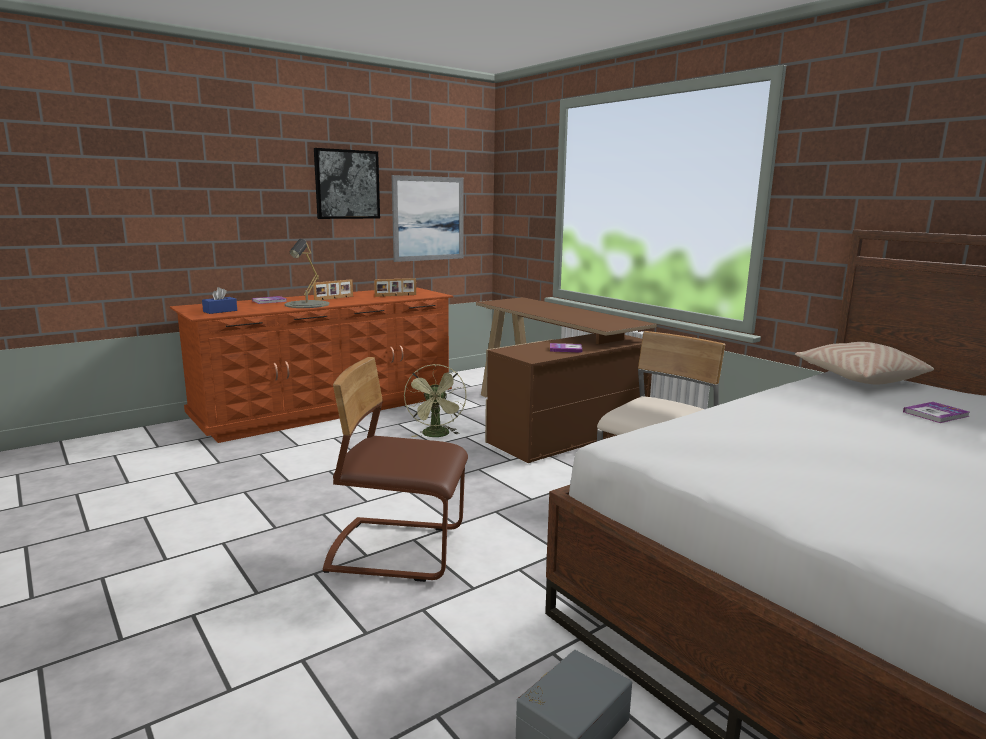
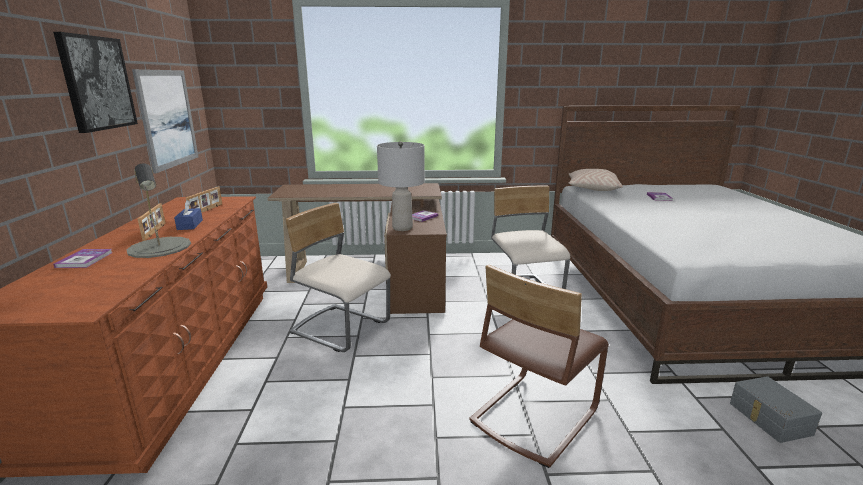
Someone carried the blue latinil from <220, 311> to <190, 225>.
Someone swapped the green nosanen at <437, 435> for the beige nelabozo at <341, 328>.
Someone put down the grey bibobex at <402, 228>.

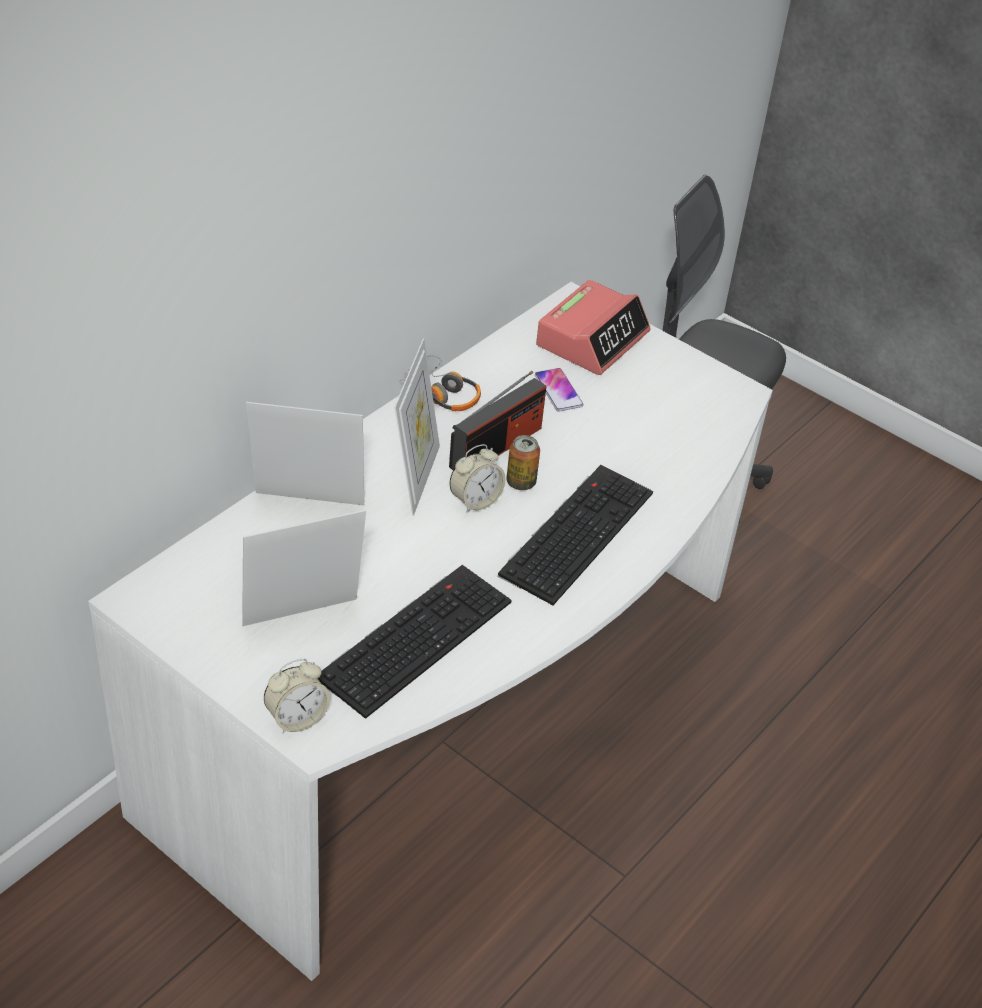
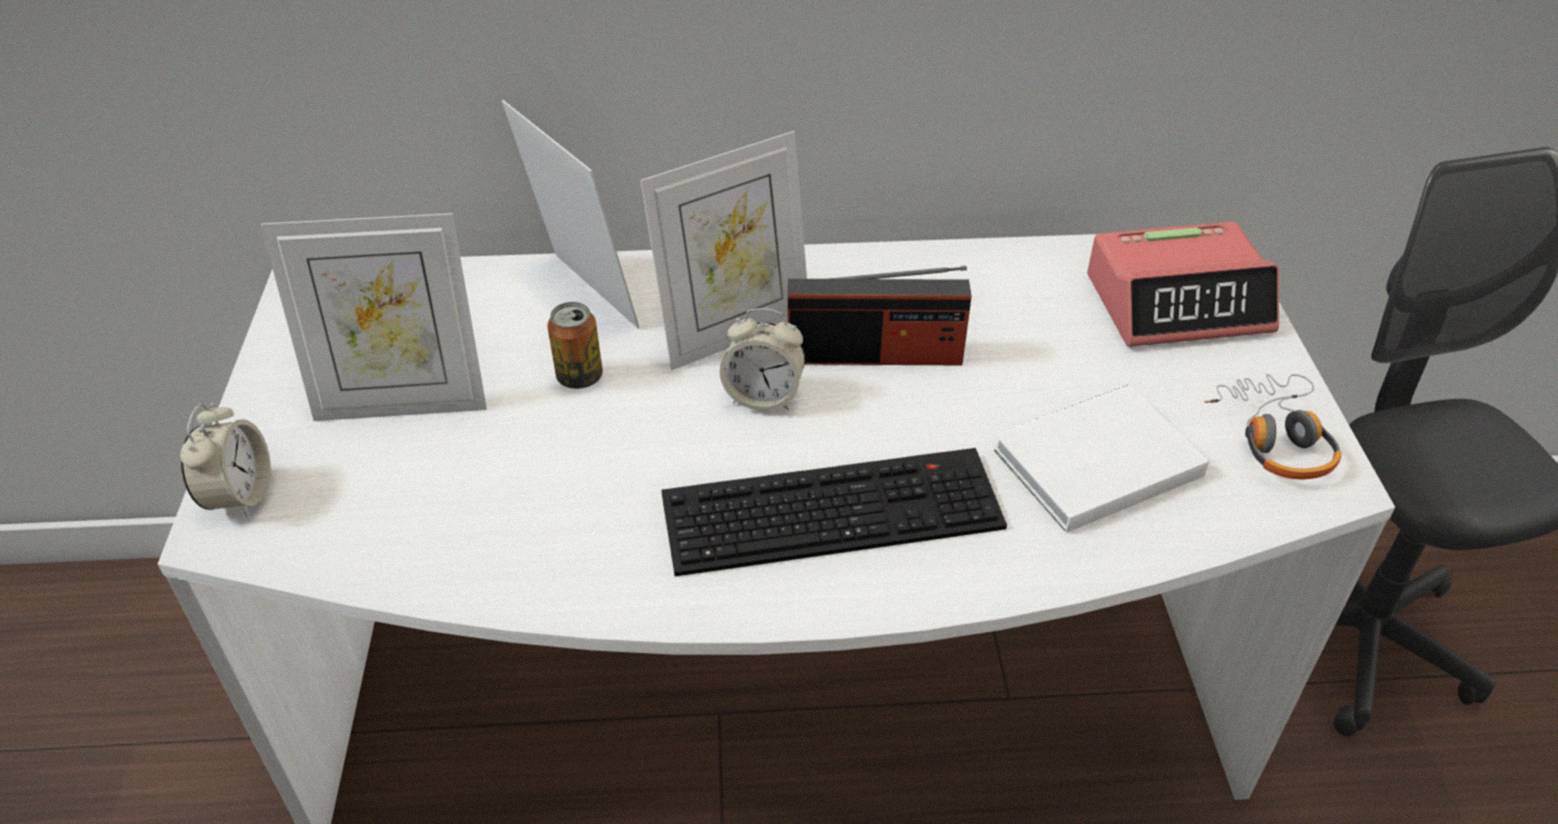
Someone rotated the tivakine at <297, 718> by 105 degrees counterclockwise.
Someone rotated the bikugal at <303, 620> by 150 degrees clockwise.
Someone carried the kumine from <521, 482> to <579, 377>.
Someone put down the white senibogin at <1091, 462>.
Someone carried the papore from <440, 394> to <1274, 437>.
Someone took away the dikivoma at <415, 637>.
Someone took away the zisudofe at <558, 391>.

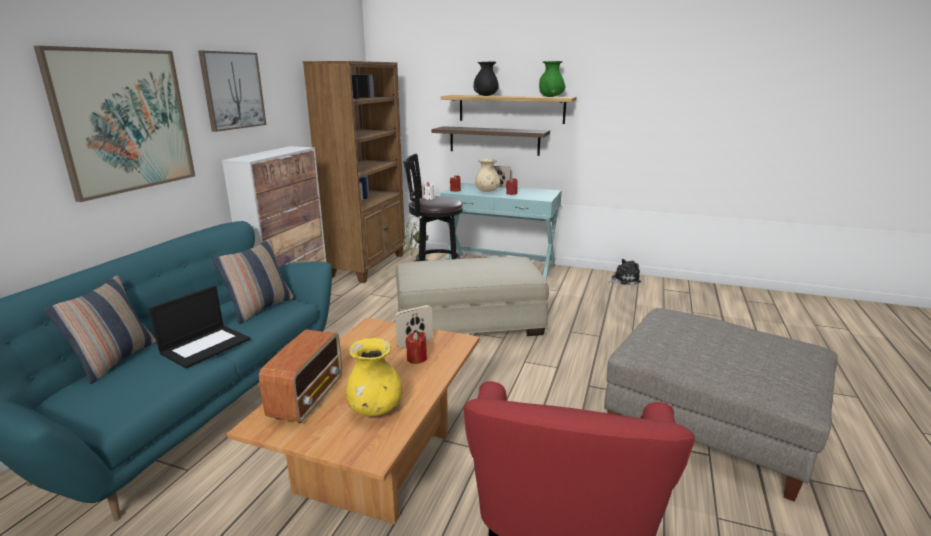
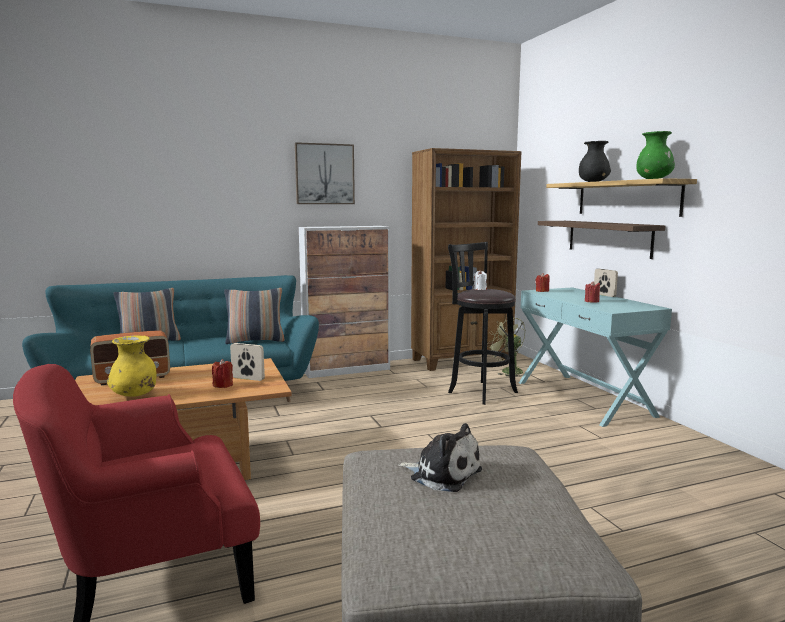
Someone carried the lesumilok from <623, 280> to <442, 474>.
Someone took away the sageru at <124, 121>.
Someone took away the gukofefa at <206, 345>.
Someone took away the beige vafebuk at <469, 322>.
Someone took away the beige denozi at <487, 191>.

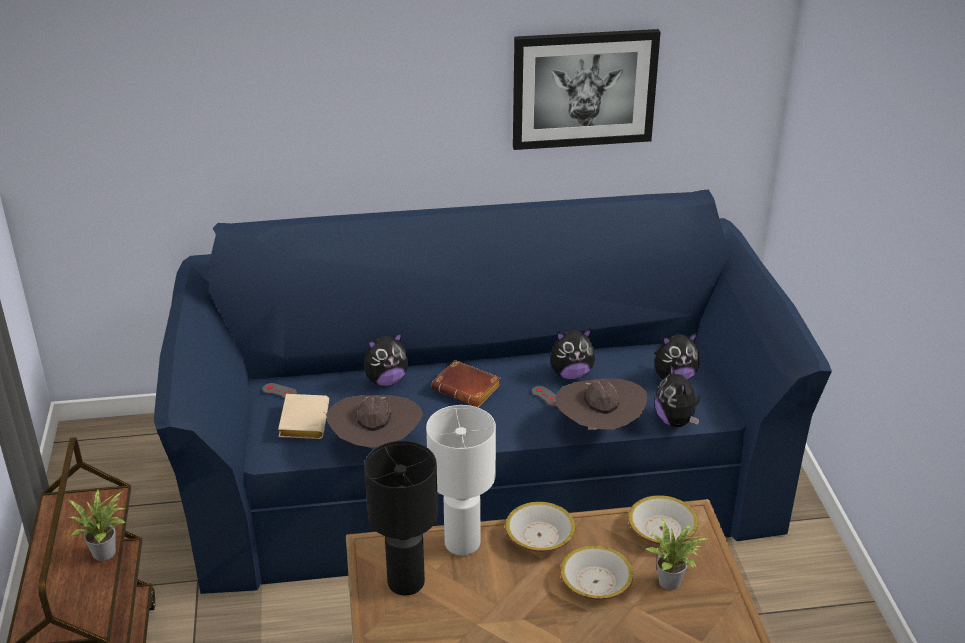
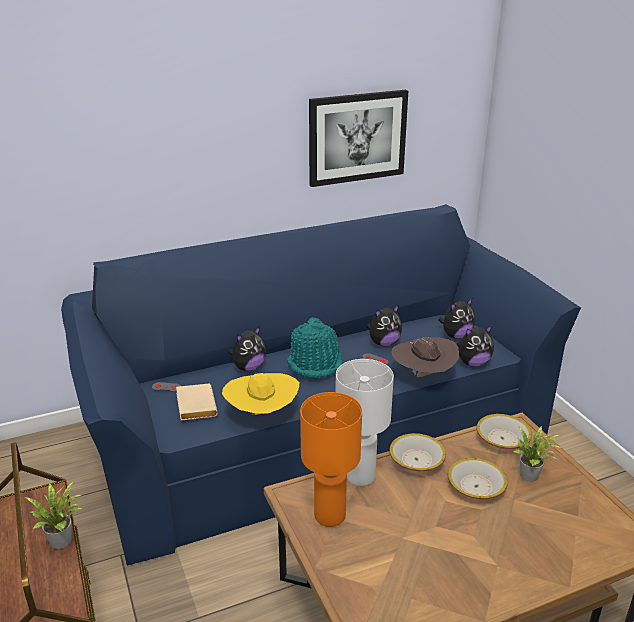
Someone repainted the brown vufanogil at <376, 445>, which became the yellow vufanogil at <262, 414>.
Someone swapped the brown senibogin at <468, 389> for the turquoise vufanogil at <315, 363>.
Someone repainted the black bibobex at <407, 583>, which became the orange bibobex at <330, 516>.
Someone rotated the lesumilok at <676, 421> by 75 degrees counterclockwise.

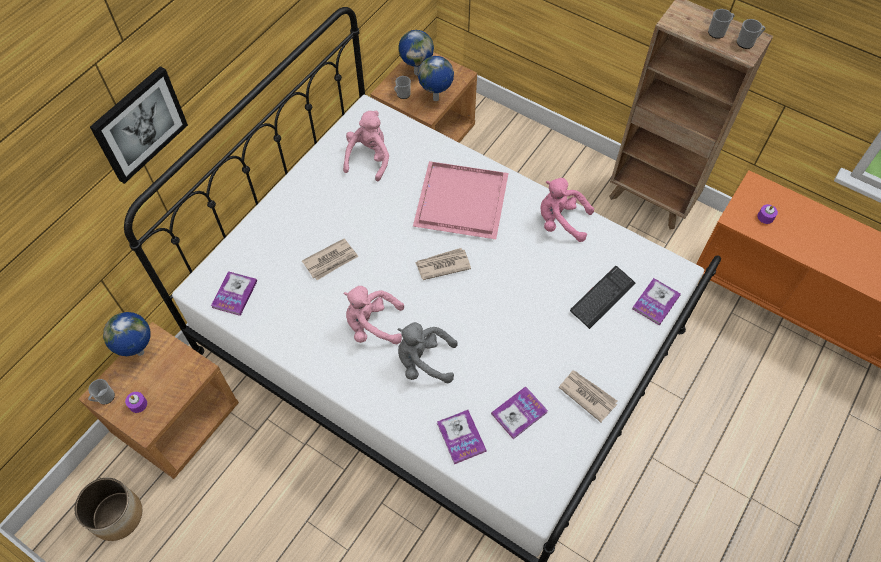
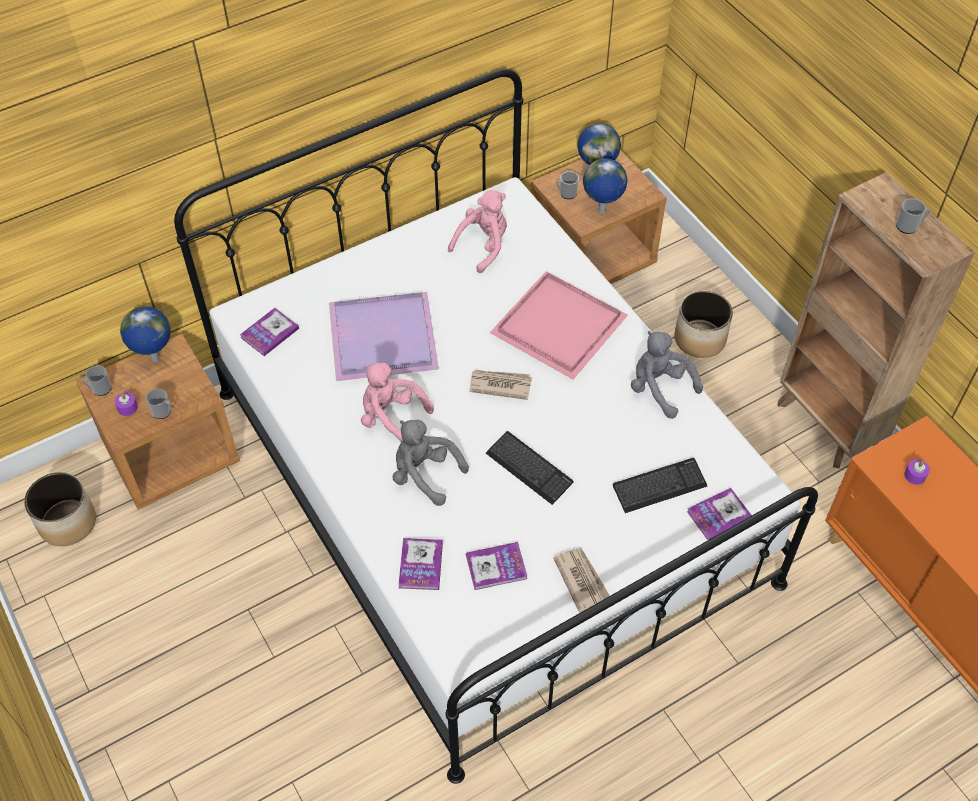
Someone carried the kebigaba from <747, 42> to <163, 412>.
Someone swapped the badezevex at <331, 260> for the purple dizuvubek at <384, 336>.
Someone put down the dikivoma at <529, 469>.
Someone repainted the pink lesumilok at <560, 221>, which became the grey lesumilok at <659, 388>.
Someone put down the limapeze at <700, 339>.
Someone took away the sageru at <139, 124>.

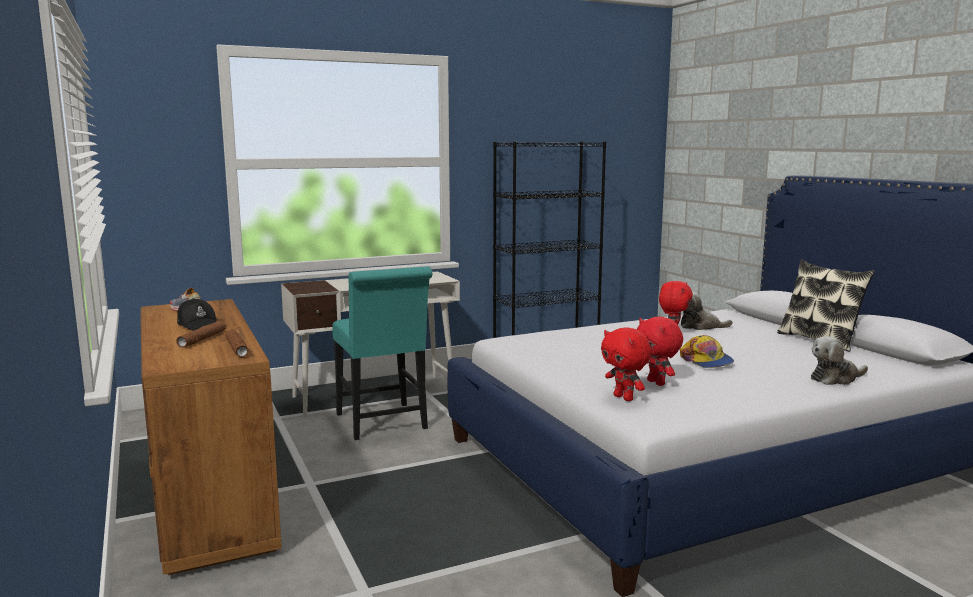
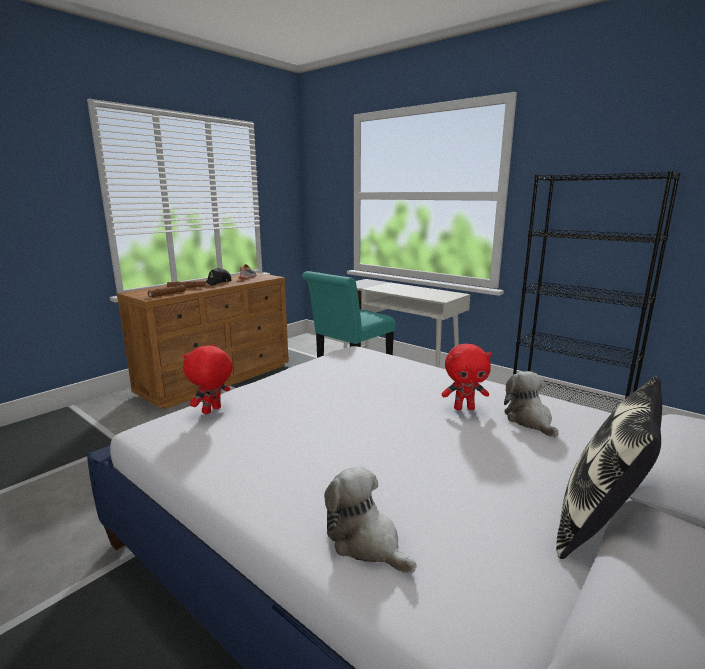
Someone took away the red lesumilok at <657, 383>.
Someone took away the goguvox at <706, 361>.

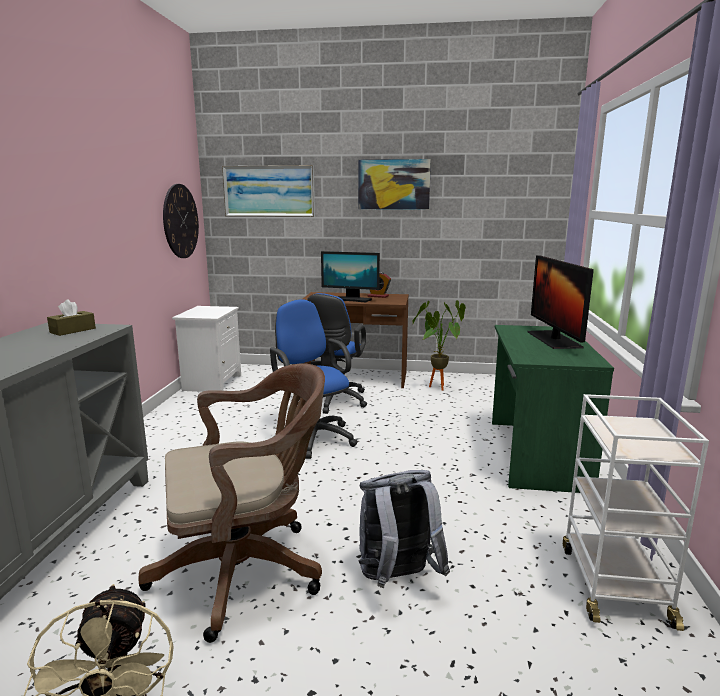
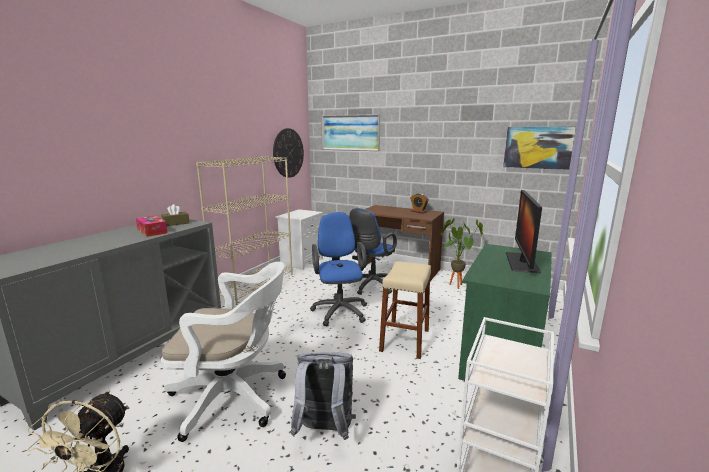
Someone put down the latinil at <152, 231>.
Someone repainted the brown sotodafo at <247, 570>, which became the white sotodafo at <235, 397>.
Someone put down the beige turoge at <255, 285>.
Someone put down the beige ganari at <405, 340>.
Someone carried the sageru from <394, 184> to <537, 147>.
Someone took away the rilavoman at <350, 299>.

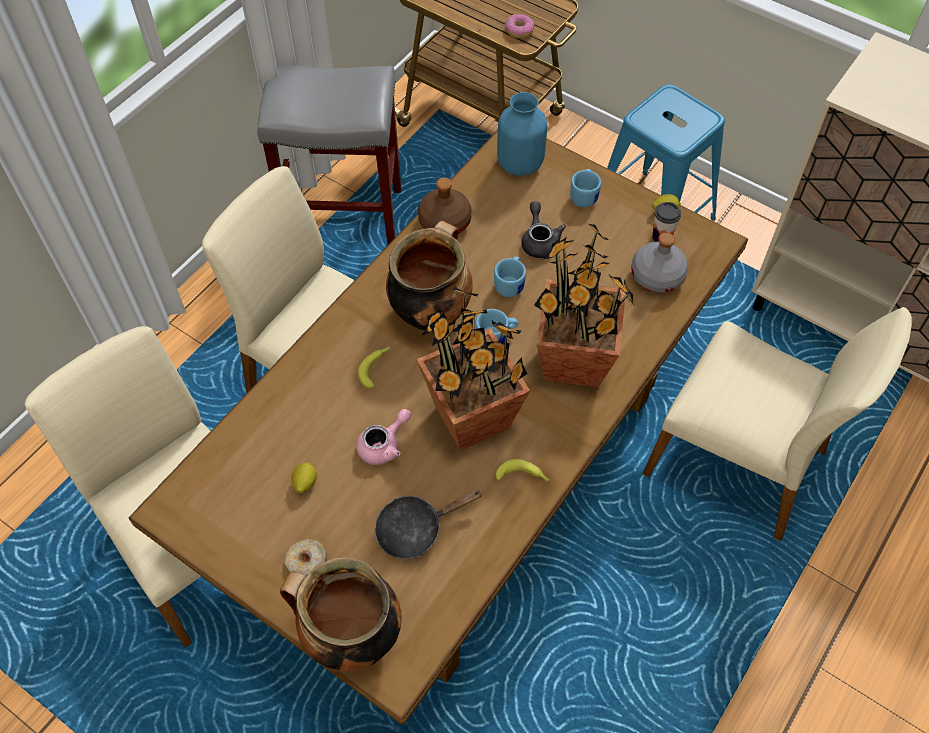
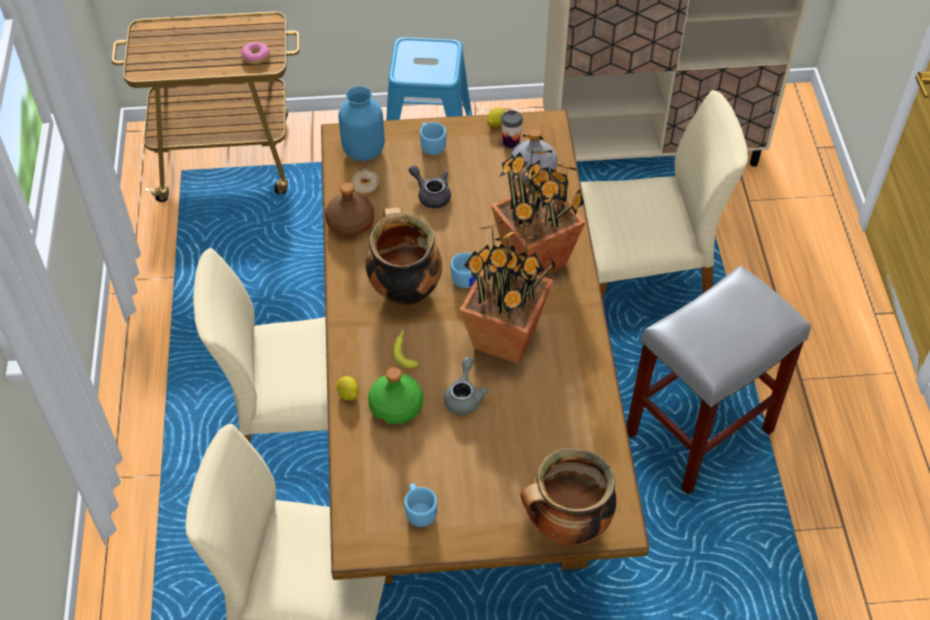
Someone carried the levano from <305, 483> to <348, 394>.
Someone carried the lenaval from <307, 561> to <365, 186>.
Someone put down the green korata at <395, 407>.
Someone carried the blue kebigaba from <511, 284> to <420, 510>.
Someone repainted the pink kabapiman at <384, 445>, which became the grey kabapiman at <464, 396>.
Someone carried the grey ganari from <346, 216> to <700, 430>.
Someone took away the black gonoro at <415, 529>.
Someone took away the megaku at <523, 476>.

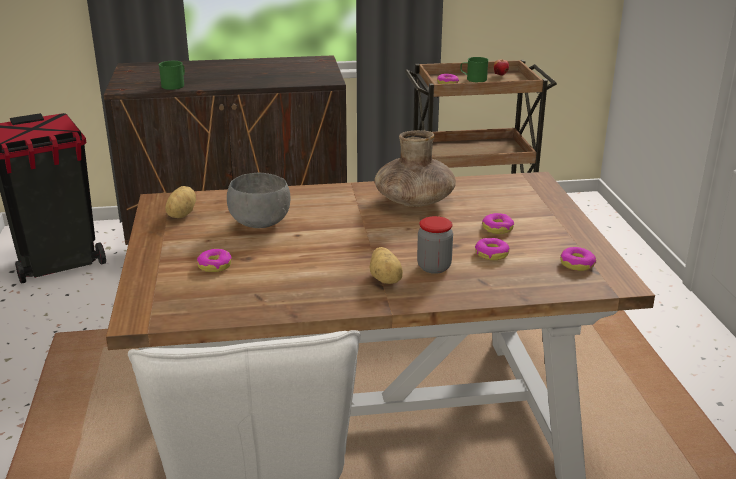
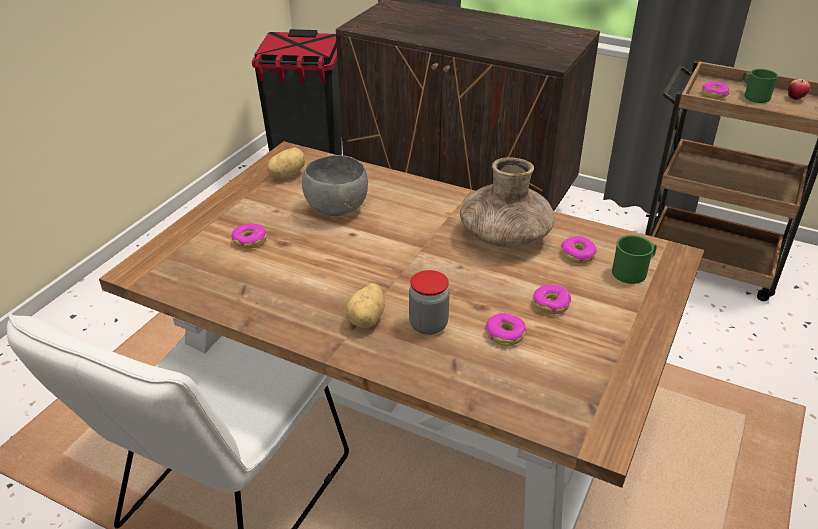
Someone carried the lenaval from <577, 264> to <577, 255>.
Someone carried the green kebigaba from <175, 85> to <633, 271>.

